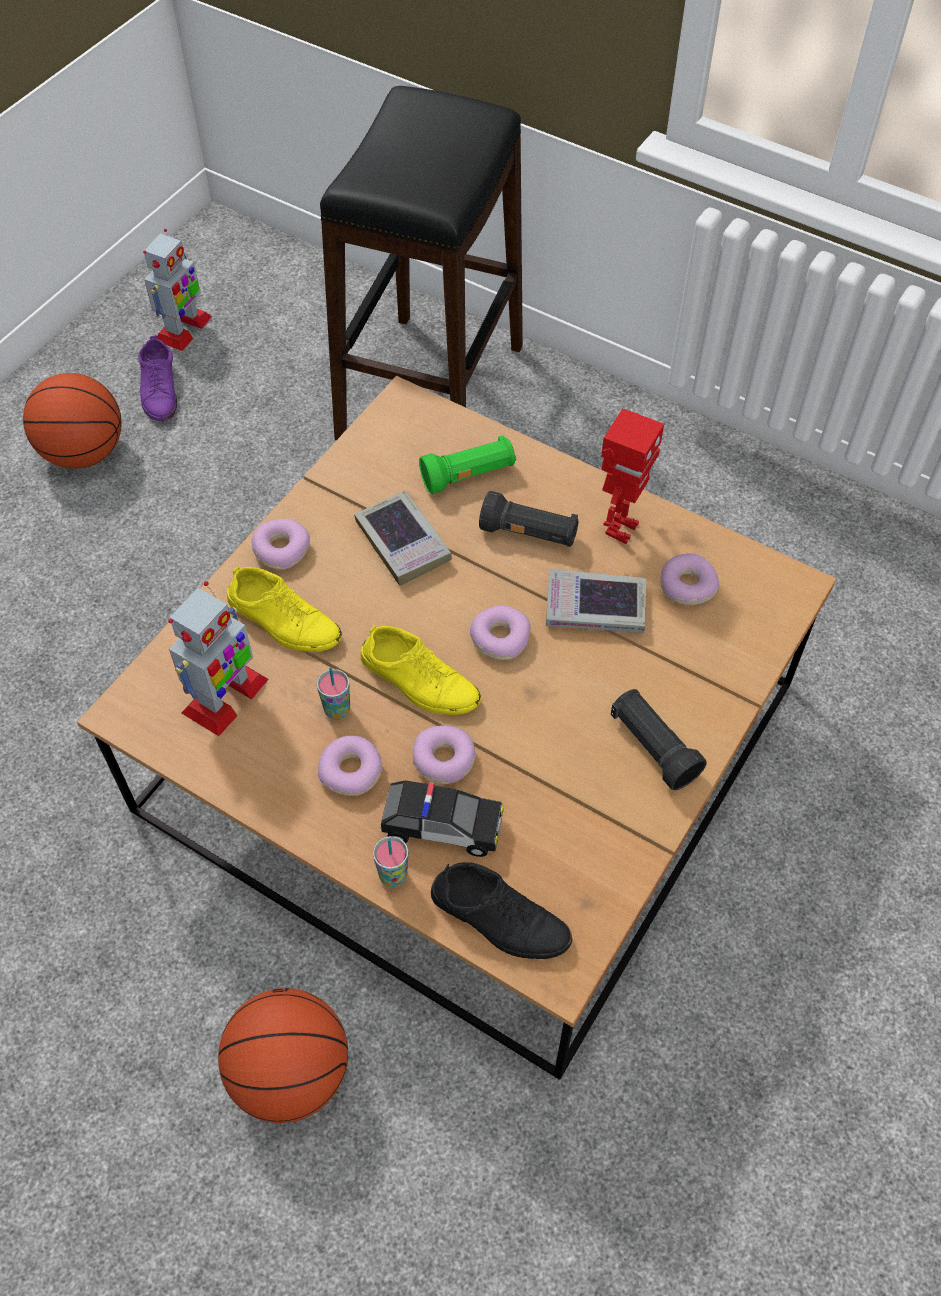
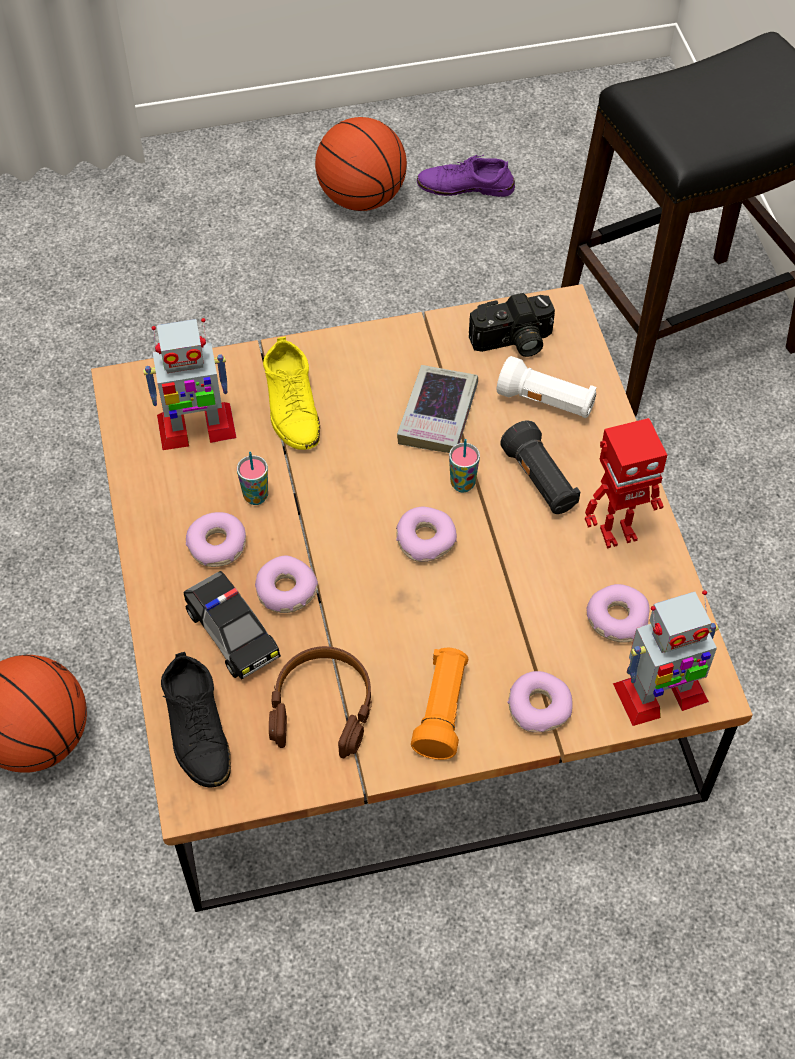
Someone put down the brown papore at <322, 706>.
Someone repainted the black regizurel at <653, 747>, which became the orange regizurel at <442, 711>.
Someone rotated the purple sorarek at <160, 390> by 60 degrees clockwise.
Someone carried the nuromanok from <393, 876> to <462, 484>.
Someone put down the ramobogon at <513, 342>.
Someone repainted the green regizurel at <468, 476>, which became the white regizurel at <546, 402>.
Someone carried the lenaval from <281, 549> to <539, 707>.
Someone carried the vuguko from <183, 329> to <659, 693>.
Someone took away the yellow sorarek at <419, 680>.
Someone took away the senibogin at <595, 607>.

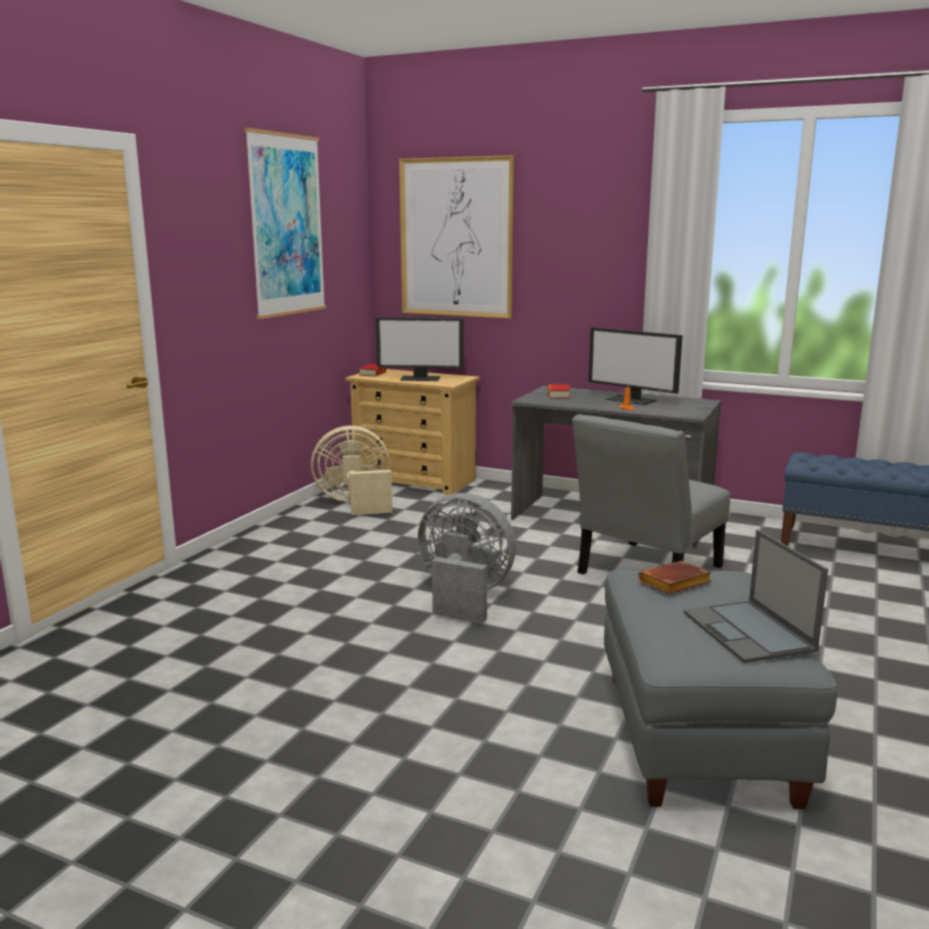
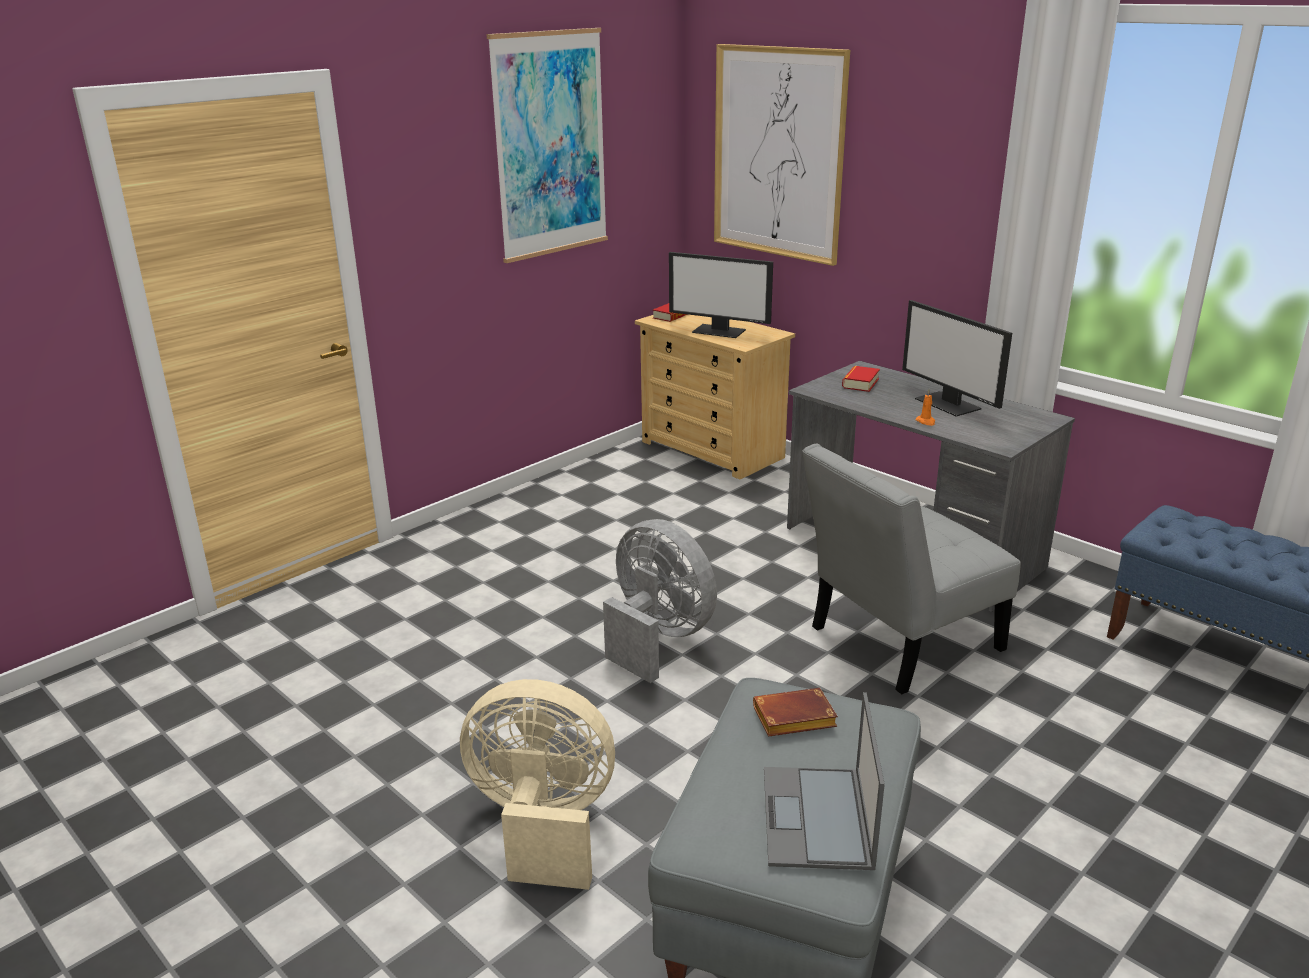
Someone carried the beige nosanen from <355, 504> to <542, 825>.

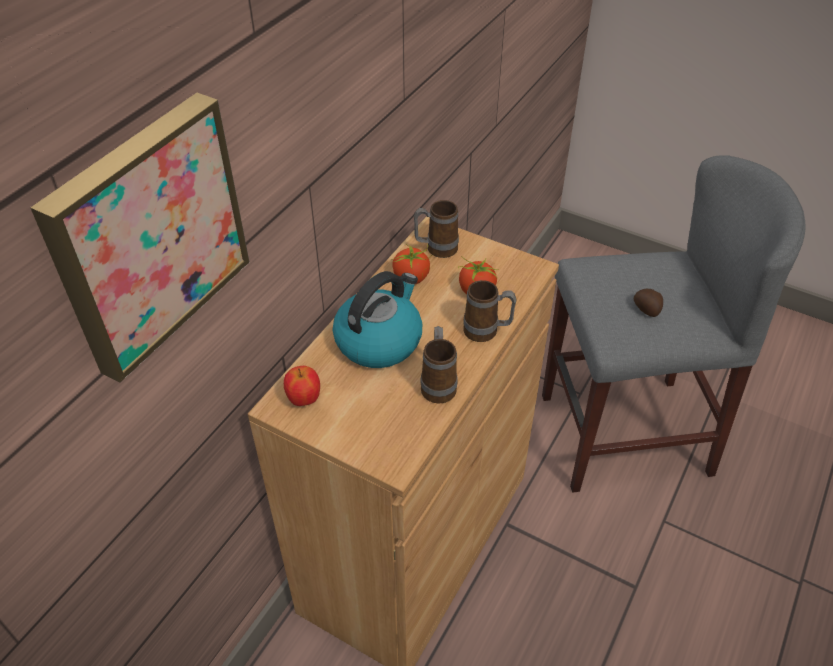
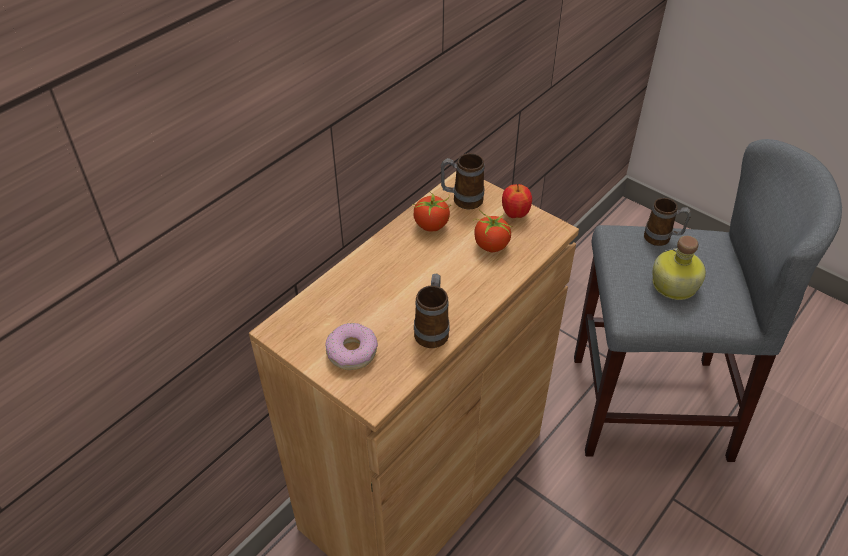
Someone put down the lenaval at <351, 352>.
Someone carried the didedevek from <304, 399> to <515, 214>.
Someone carried the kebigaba from <487, 332> to <662, 239>.
Someone swapped the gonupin at <647, 310> for the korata at <673, 285>.
Someone took away the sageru at <147, 235>.
Someone took away the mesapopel at <379, 340>.

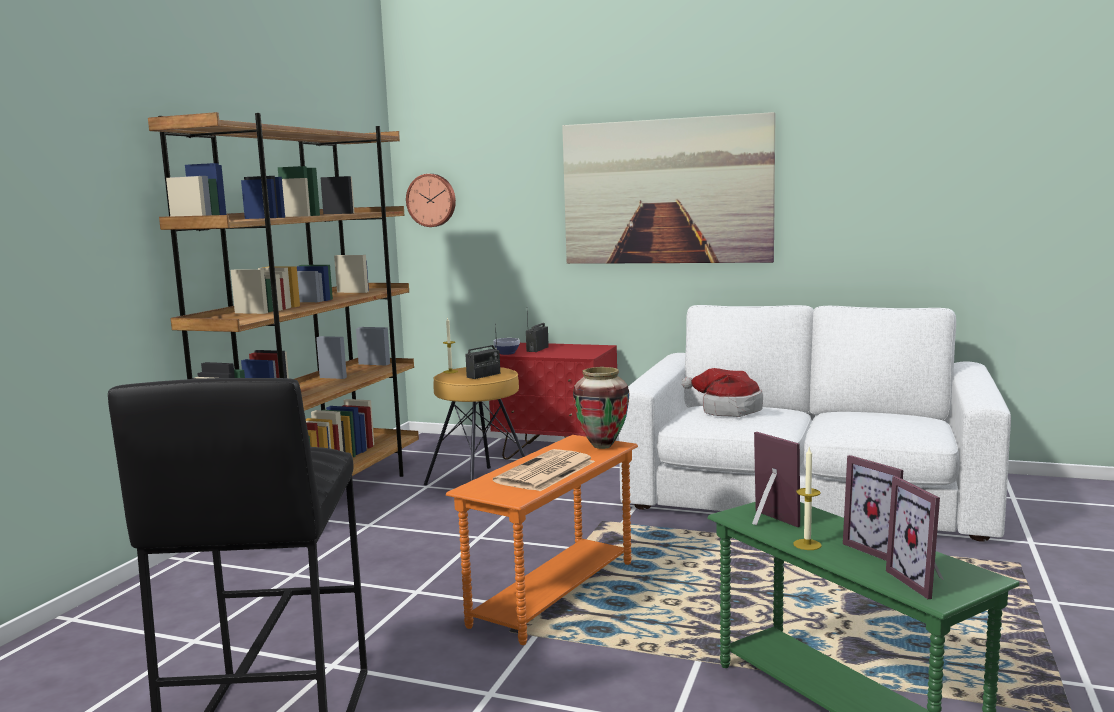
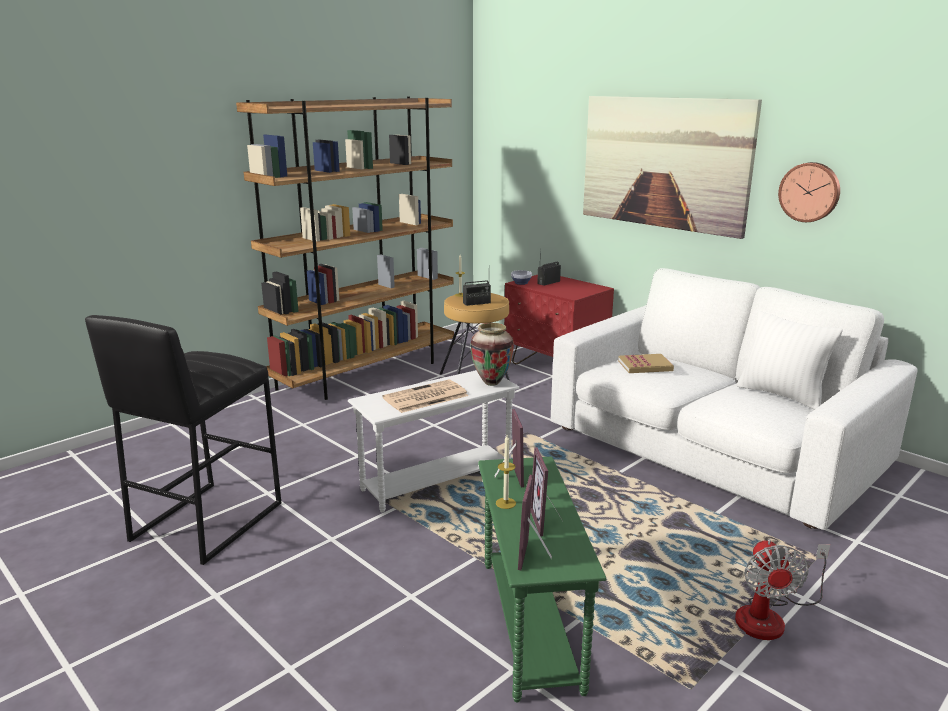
Someone repainted the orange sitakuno at <552, 593>, which became the white sitakuno at <436, 480>.
Someone swapped the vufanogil at <727, 410> for the senibogin at <645, 366>.
Someone put down the nosanen at <770, 616>.
Someone put down the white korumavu at <781, 395>.
Someone carried the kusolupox from <432, 200> to <810, 192>.

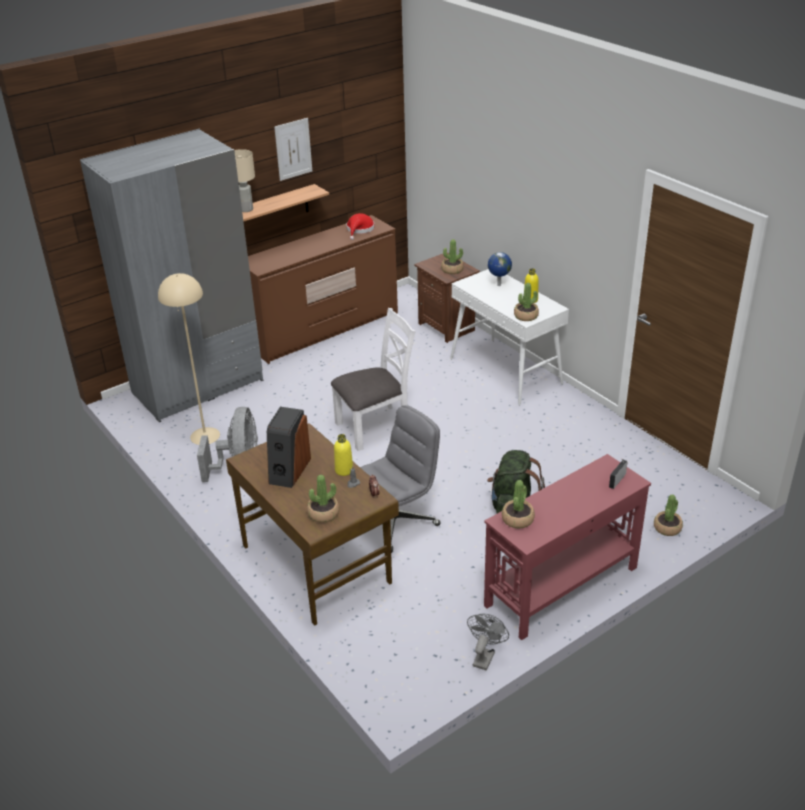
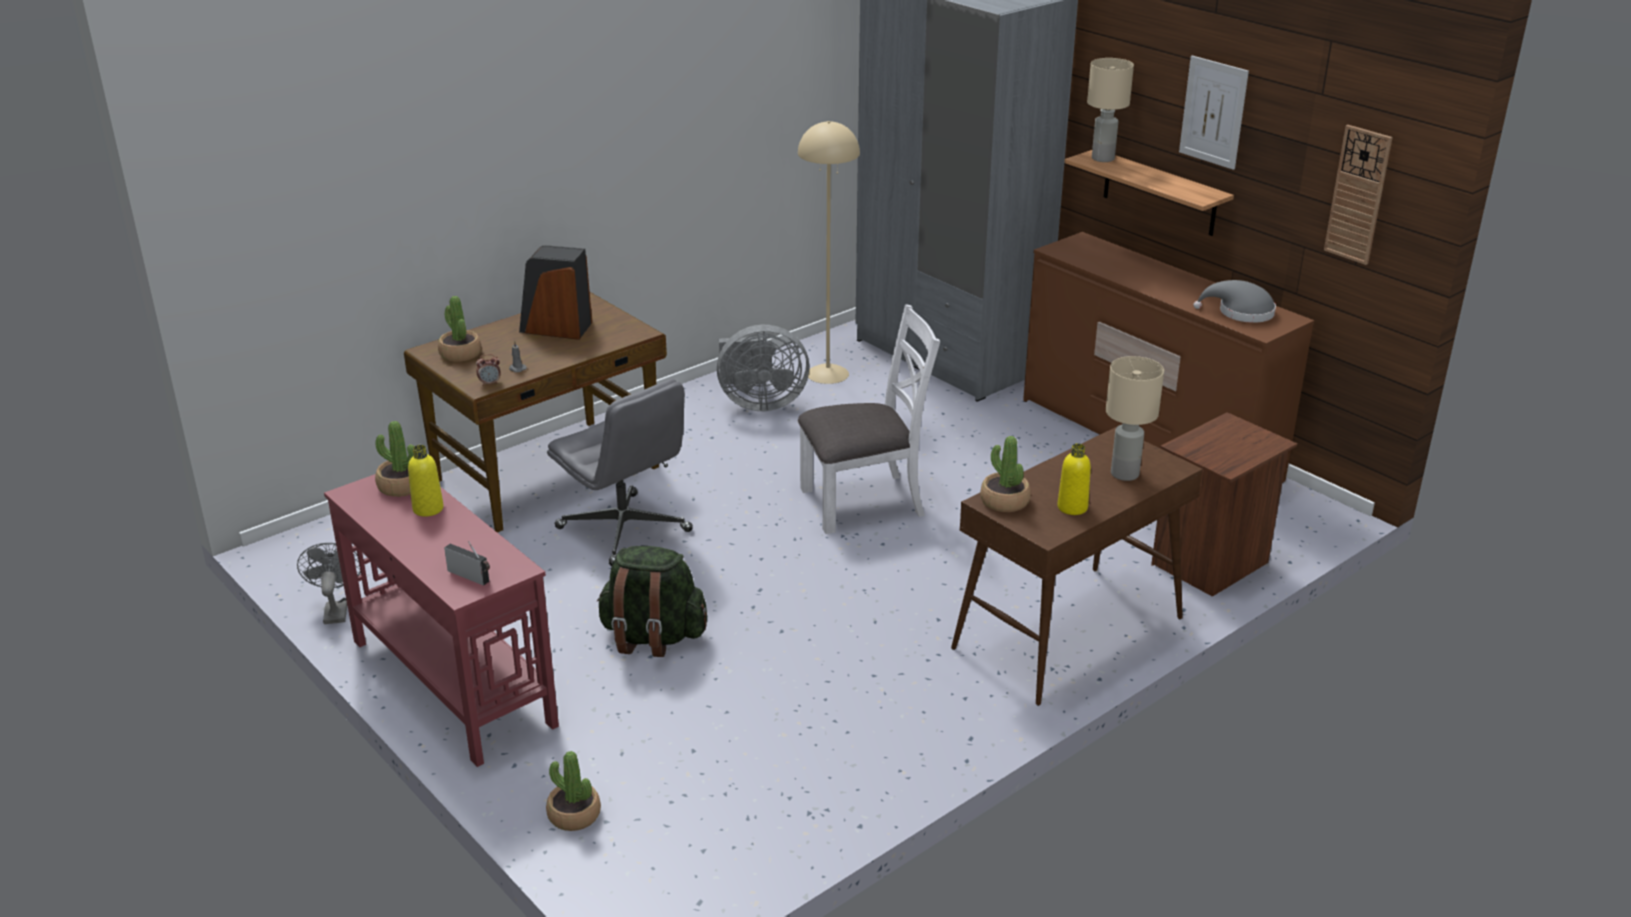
Someone rotated the grey nosanen at <485, 656> by 120 degrees counterclockwise.
Someone carried the yellow korata from <344, 470> to <428, 509>.
Someone rotated the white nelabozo at <375, 427> by 75 degrees counterclockwise.
Someone repainted the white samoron at <506, 371>, which became the brown samoron at <1068, 634>.
Someone swapped the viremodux at <498, 285> for the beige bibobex at <1124, 474>.
Someone repainted the red vufanogil at <359, 230>, which became the grey vufanogil at <1241, 313>.
Someone put up the kusolupox at <1358, 195>.
Someone took away the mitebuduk at <452, 270>.

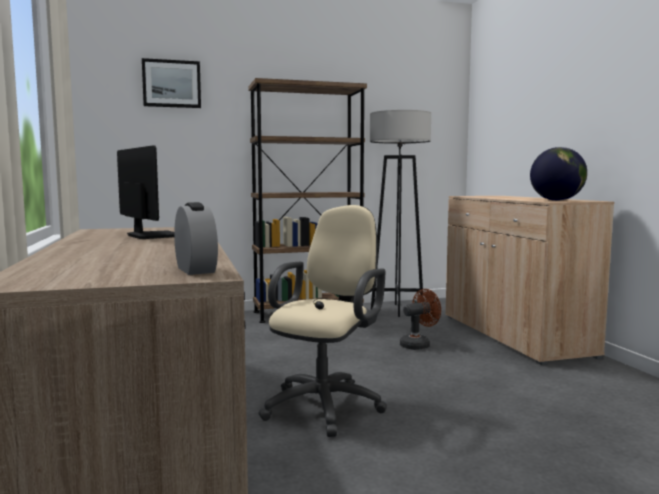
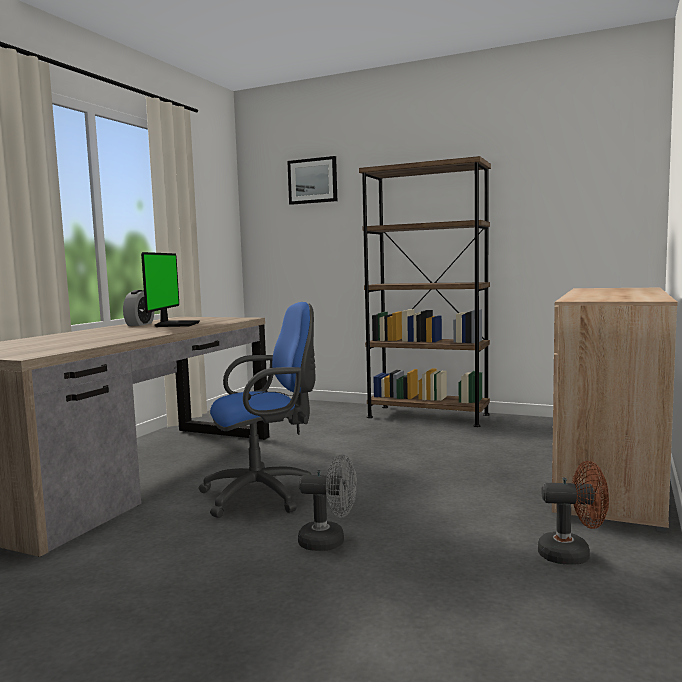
Someone carried the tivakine from <196, 270> to <140, 324>.
Someone repainted the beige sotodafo at <327, 405>, which became the blue sotodafo at <265, 494>.
Someone put down the grey nosanen at <329, 542>.
Someone carried the brown nosanen from <418, 345> to <572, 554>.
Someone took away the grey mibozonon at <397, 310>.
Someone took away the viremodux at <556, 200>.

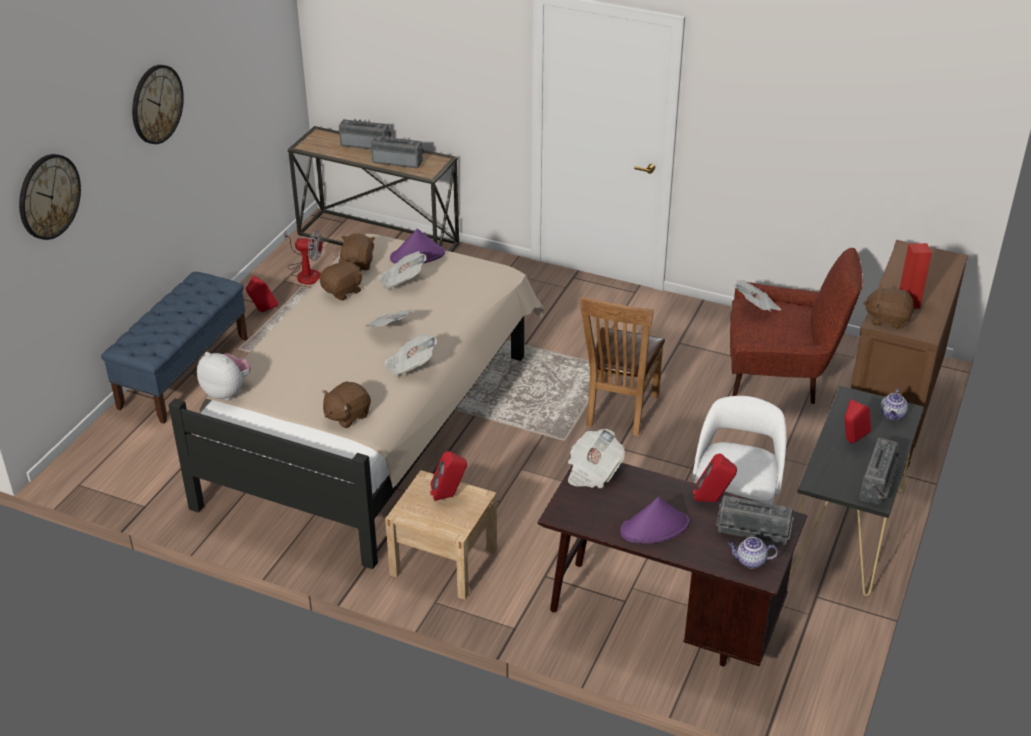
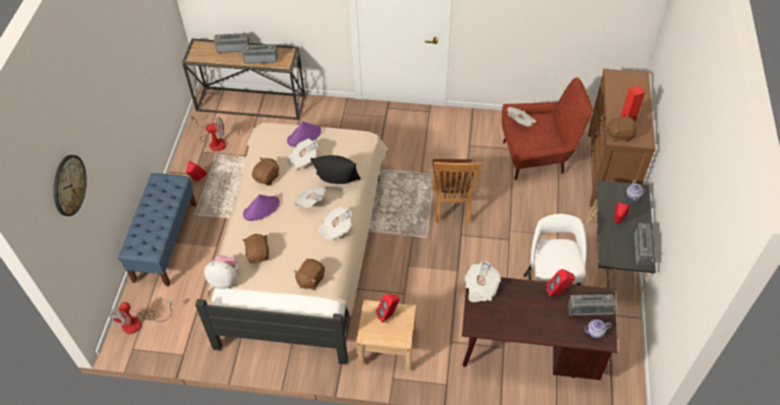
Someone put down the nosanen at <139, 323>.
Someone carried the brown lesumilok from <358, 264> to <258, 254>.
Someone carried the purple vufanogil from <655, 527> to <261, 208>.
Someone put down the black korumavu at <337, 181>.
Someone took away the kusolupox at <156, 104>.

